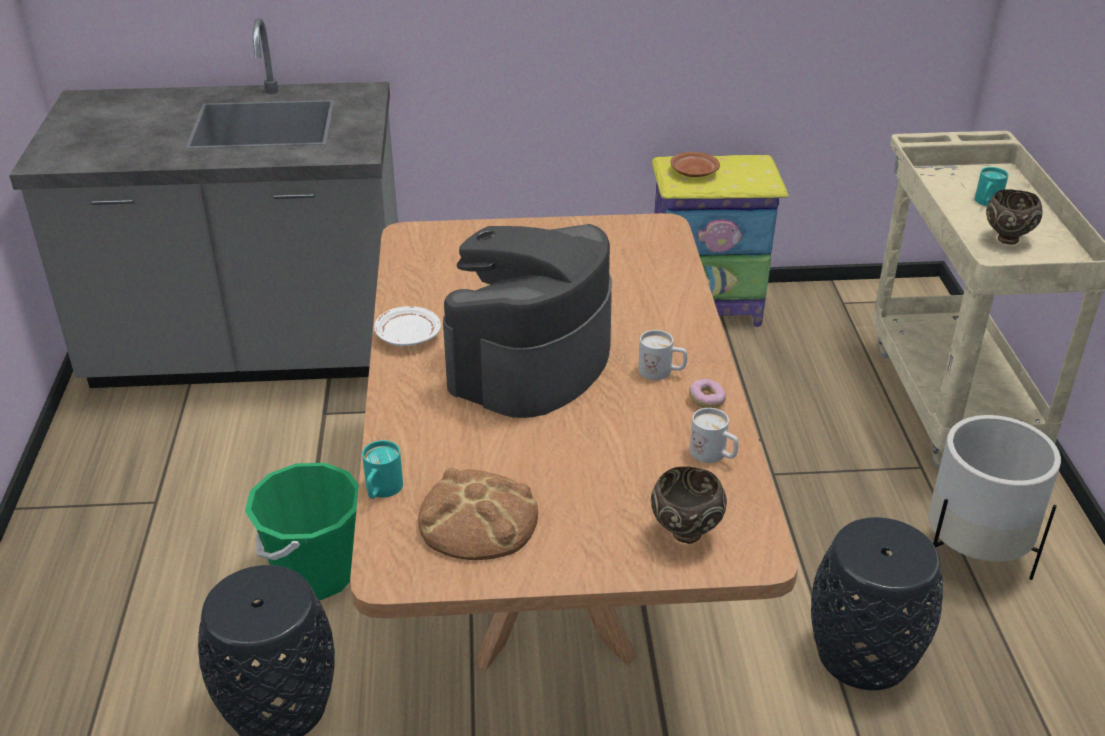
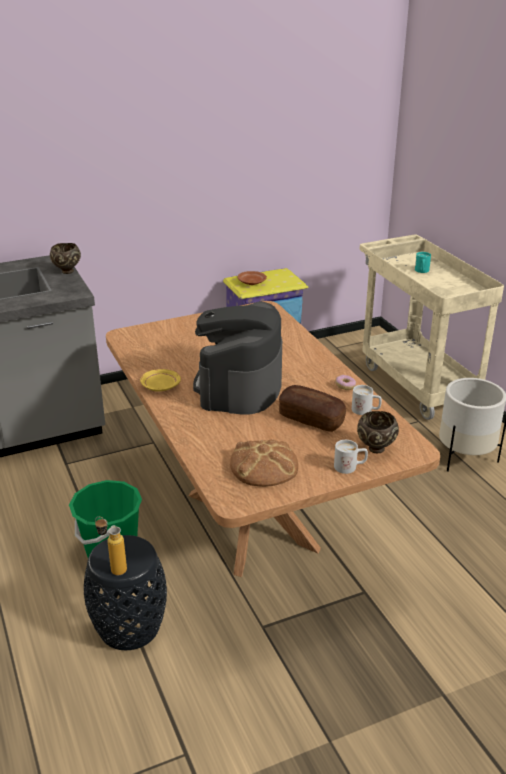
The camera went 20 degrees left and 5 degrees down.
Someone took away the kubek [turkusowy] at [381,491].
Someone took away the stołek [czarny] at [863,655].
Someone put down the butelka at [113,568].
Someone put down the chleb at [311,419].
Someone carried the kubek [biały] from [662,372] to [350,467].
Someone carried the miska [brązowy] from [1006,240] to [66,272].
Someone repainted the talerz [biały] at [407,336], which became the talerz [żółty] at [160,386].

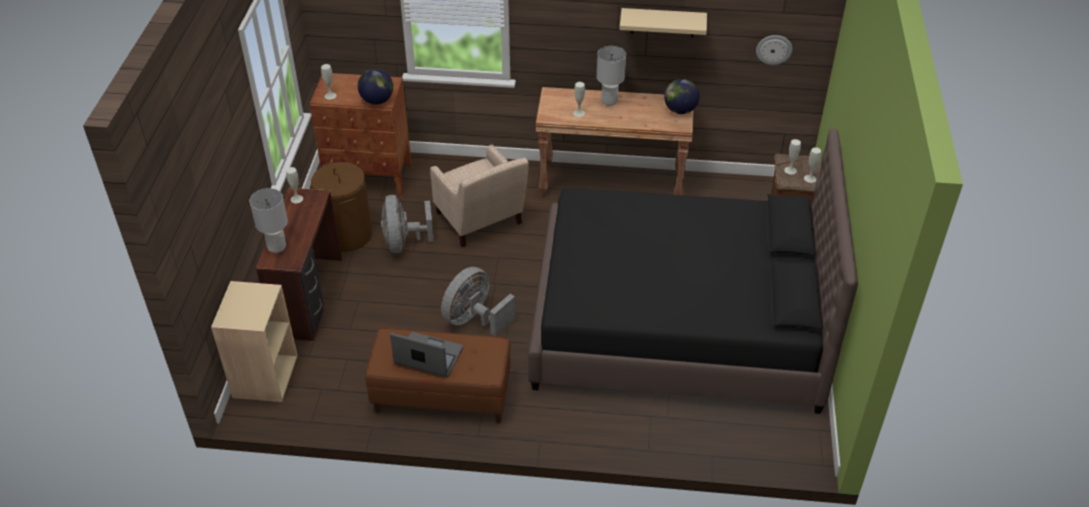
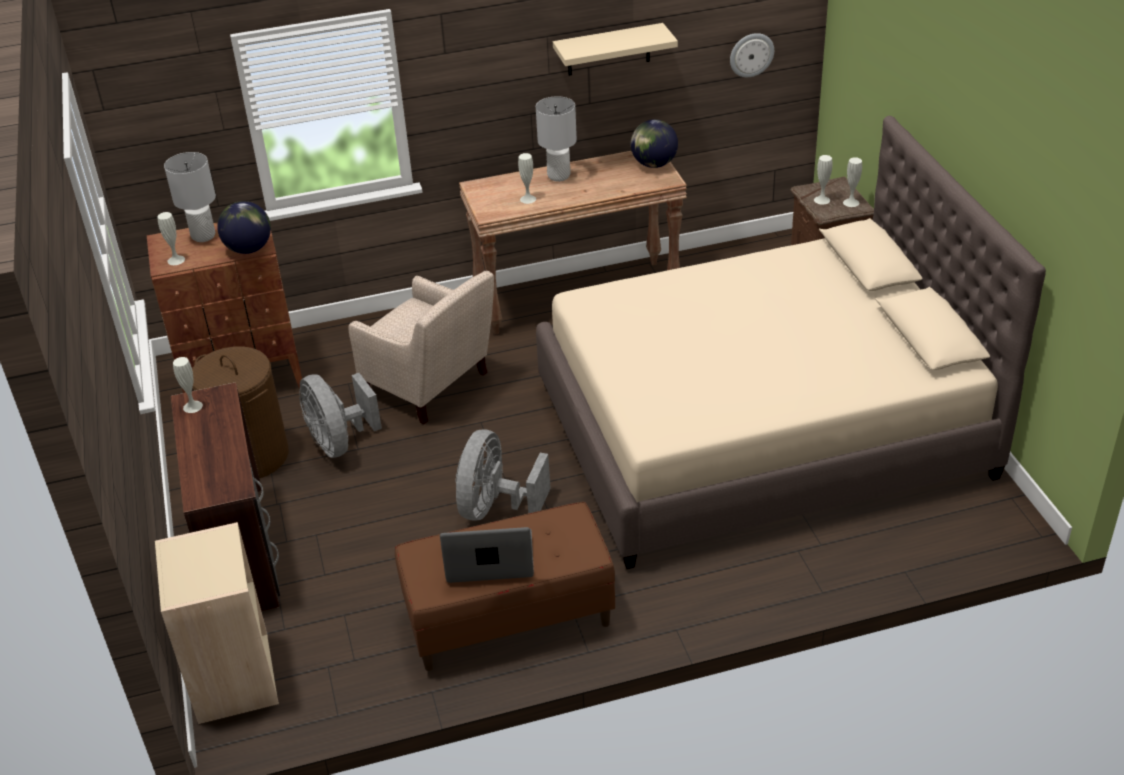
The camera went 20 degrees left and 5 degrees down.
Someone carried the lampa stołowa [szary] from [277,248] to [203,237].
Someone repainted the łóżko [czarny] at [677,323], which became the łóżko [beżowy] at [761,429].

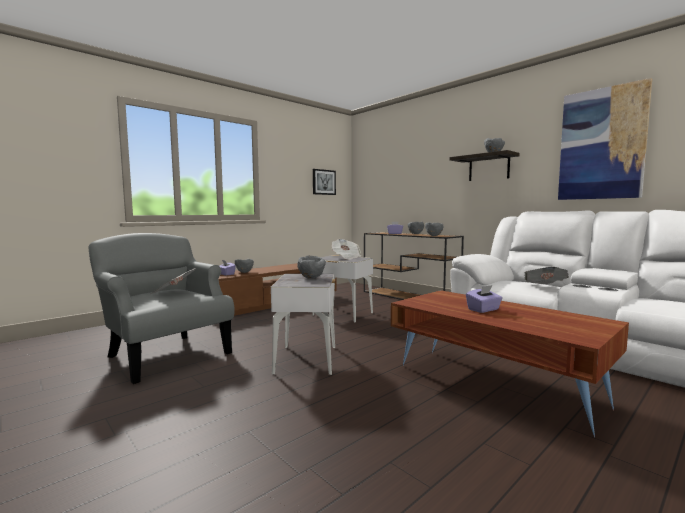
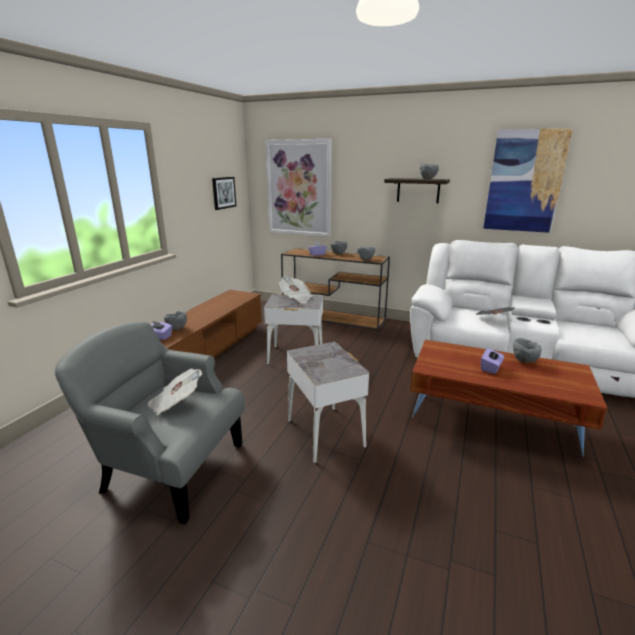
The camera went 25 degrees left and 15 degrees up.
Someone put up the obraz at [299,188].
Someone carried the miska [szary] from [311,278] to [524,361].

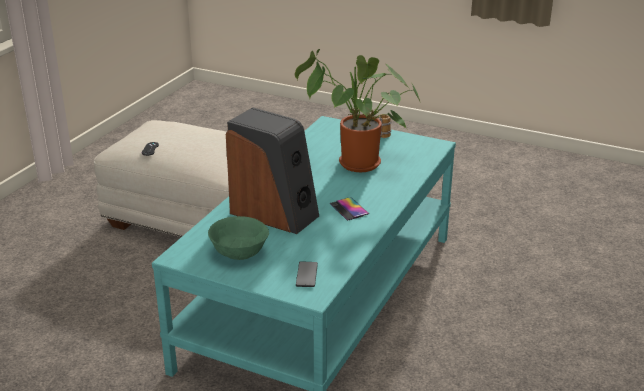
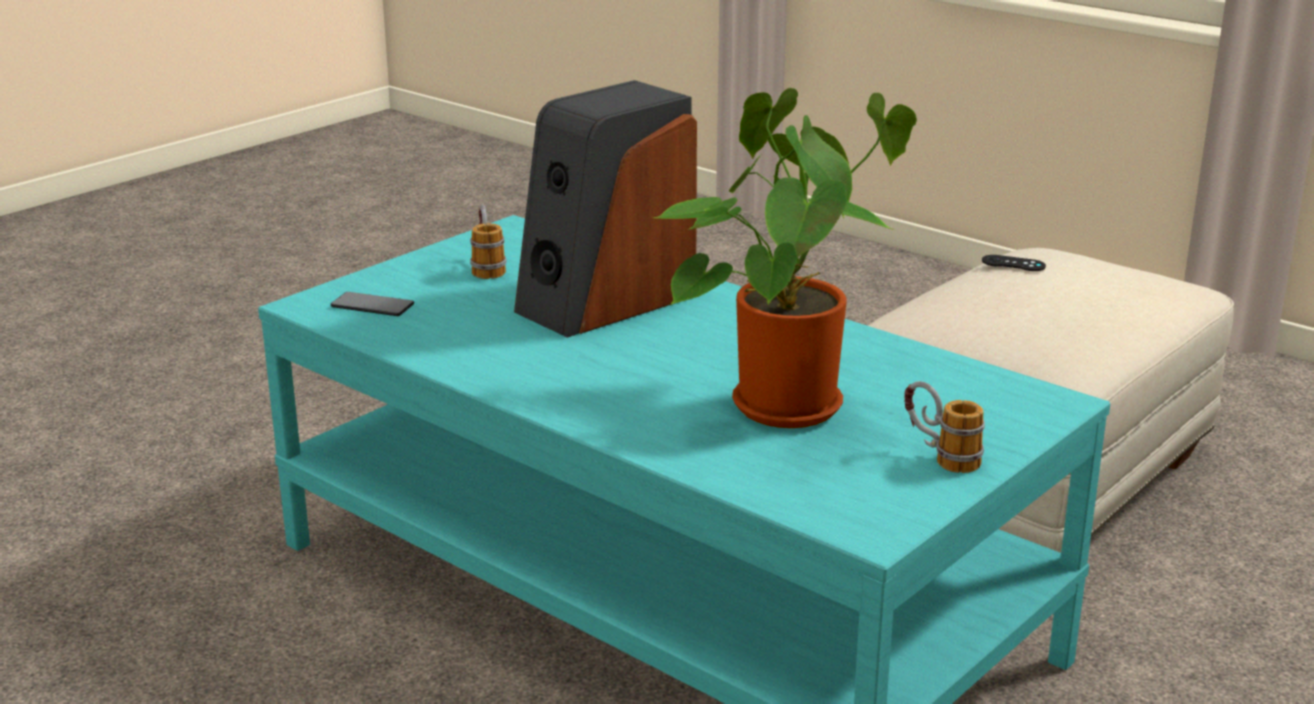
The camera went 105 degrees right and 5 degrees down.
Someone took away the telefon at [349,209].
Someone swapped the miska [zielony] at [240,253] for the kubek at [487,267].

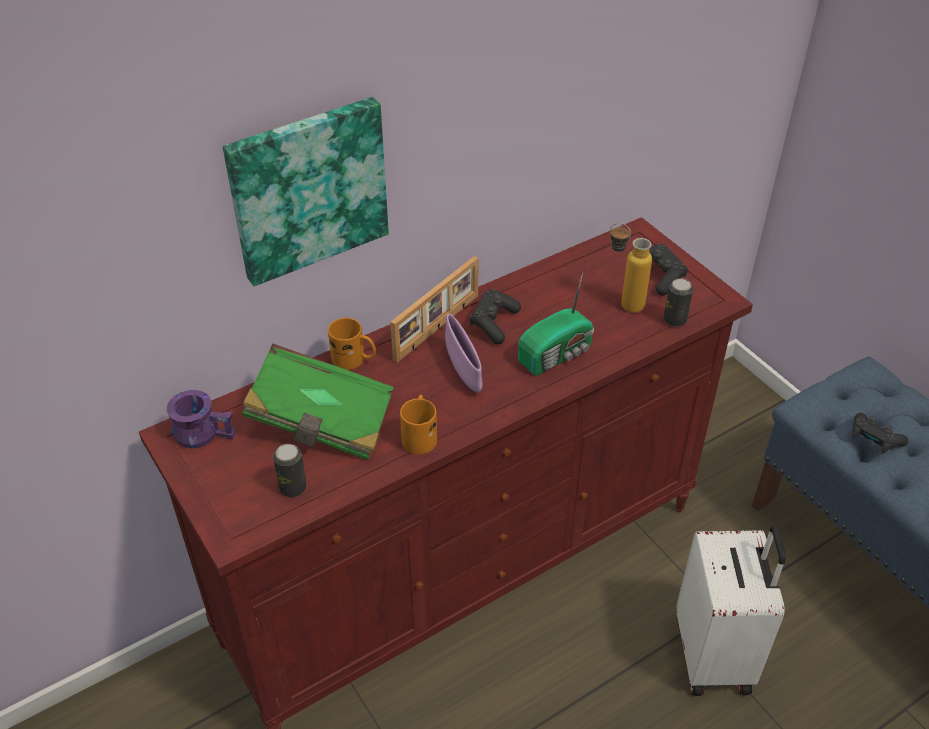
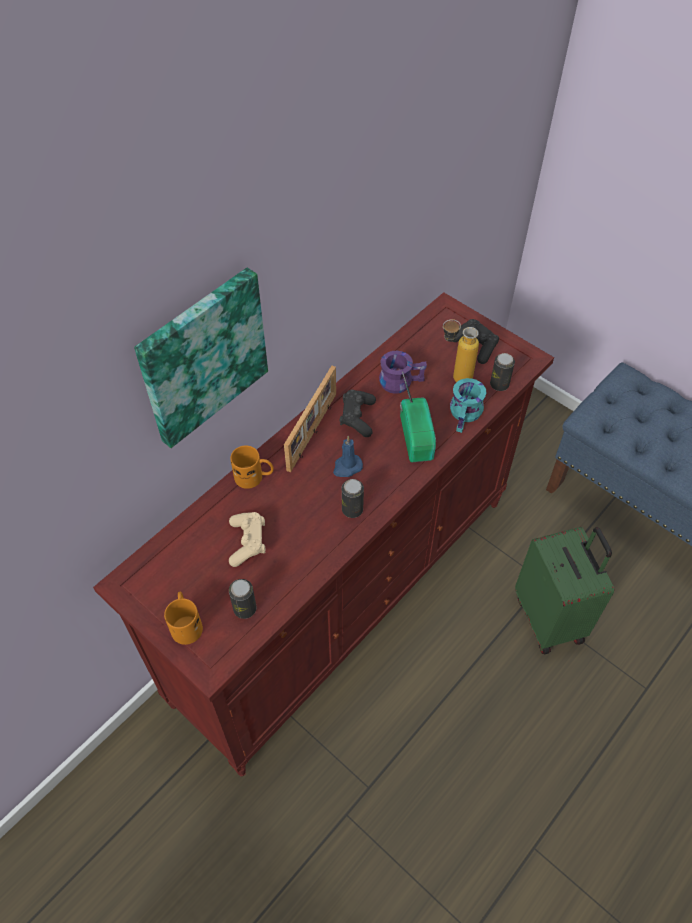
The camera went 15 degrees left and 10 degrees up.
Someone took away the pad do gier [czarny] at [873,440].
Someone put down the puszka at [352,509].
Someone put down the kubek [turkusowy] at [467,414].
Someone carried the kubek [fioletowy] from [204,431] to [400,379].
Someone carried the kubek [pomarańczowy] from [419,435] to [185,623].
Someone swapped the książka [zielony] at [322,422] for the pad do gier [beżowy] at [248,542].
Someone swapped the miska [fioletowy] at [463,370] for the świeca [niebieski] at [347,467].
Someone repainted the walizka [biały] at [715,655], which became the walizka [zielony] at [550,618].
Someone rotated the radio at [557,354] by 45 degrees counterclockwise.

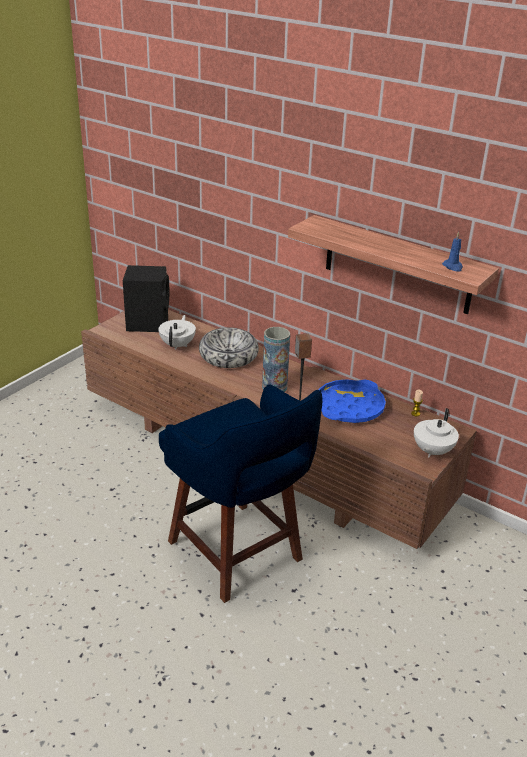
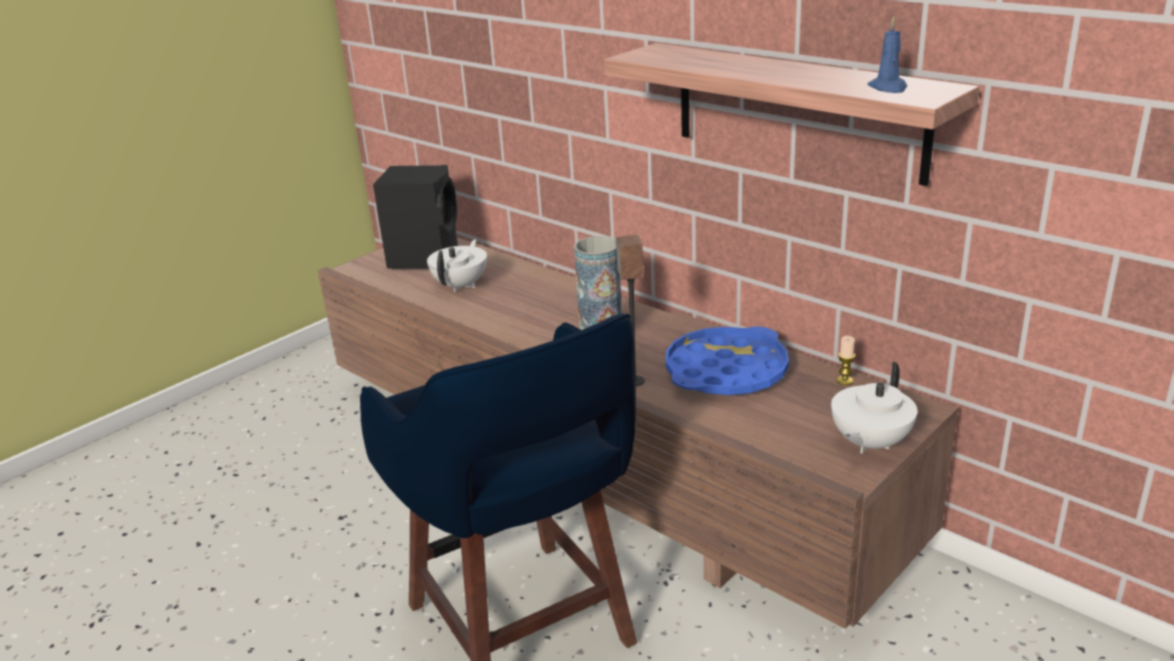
The camera went 10 degrees right and 5 degrees down.
Someone took away the miska at [228,356].

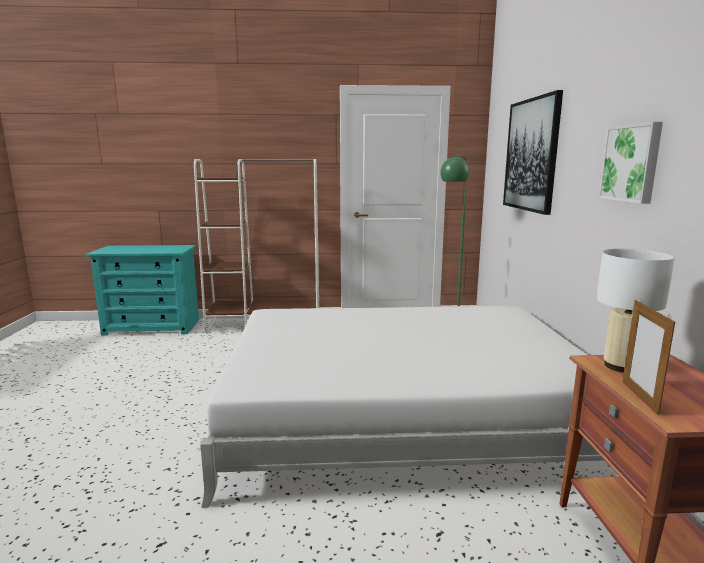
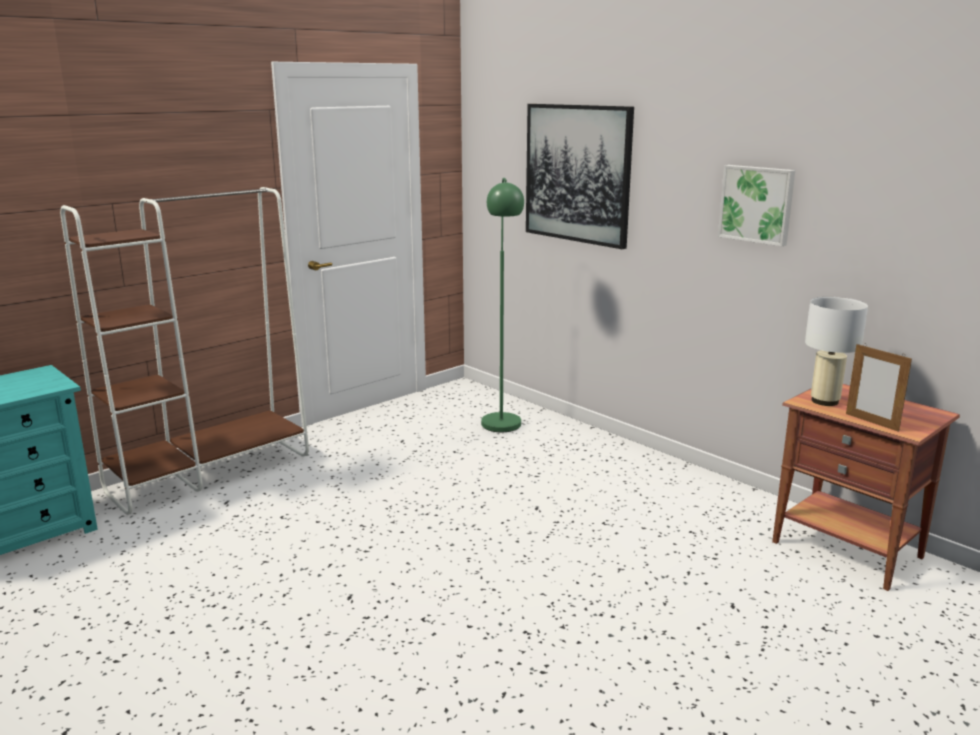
The camera went 40 degrees left and 5 degrees up.
Someone took away the łóżko [biały] at [400,415].

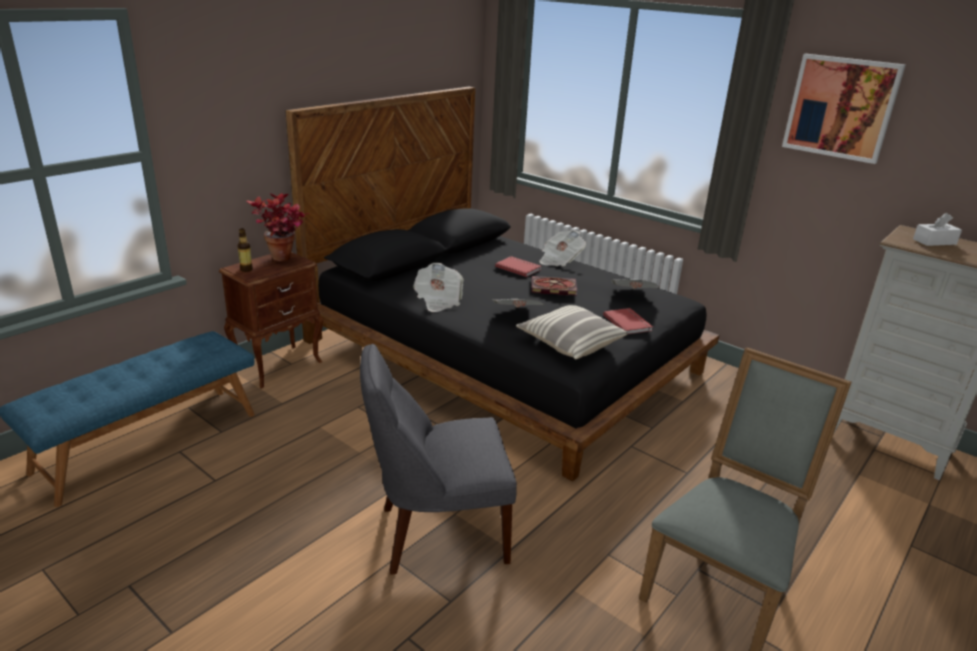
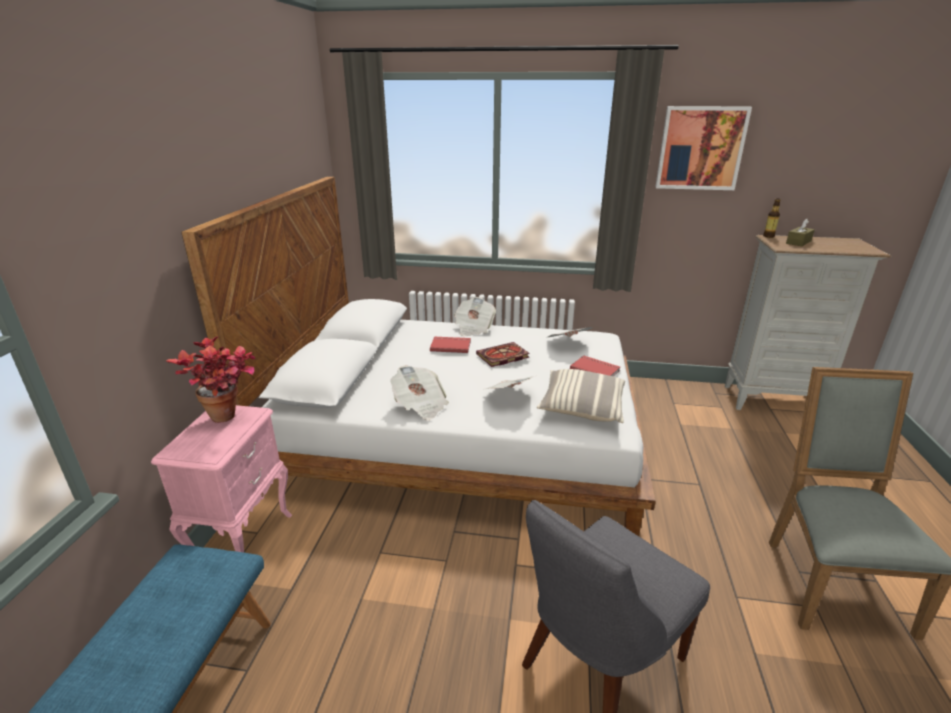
The camera went 30 degrees left and 0 degrees up.
Someone carried the butelka from [246,269] to [768,236].
Someone repainted the szafka nocna [brązowy] at [278,366], which became the szafka nocna [różowy] at [245,542].
Someone repainted the łóżko [czarny] at [505,356], which became the łóżko [biały] at [462,433].
Someone repainted the pudełko chusteczek [biały] at [934,242], which became the pudełko chusteczek [brązowy] at [798,242].

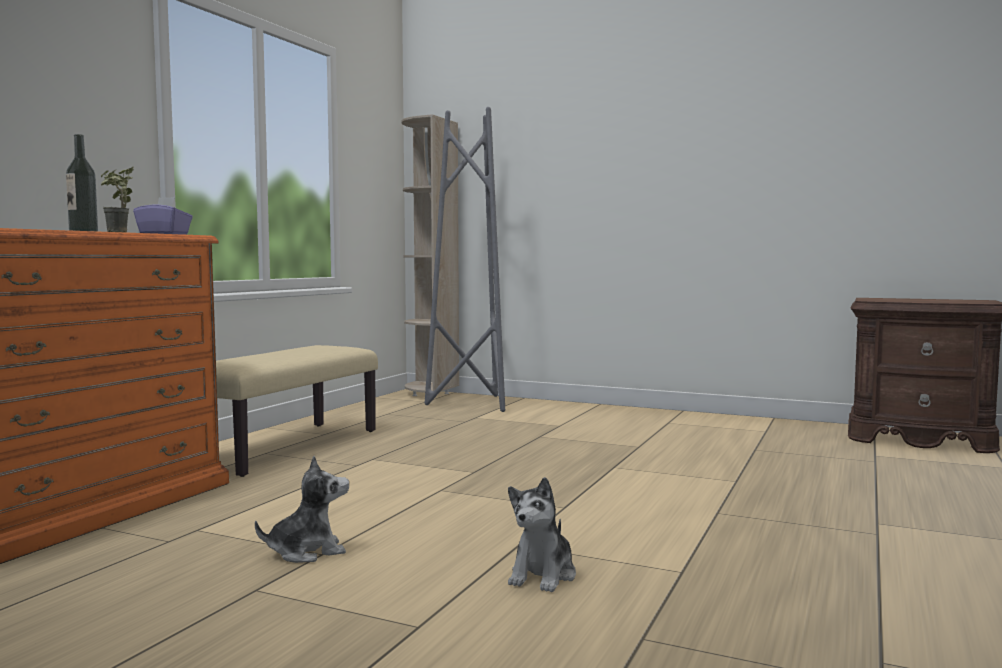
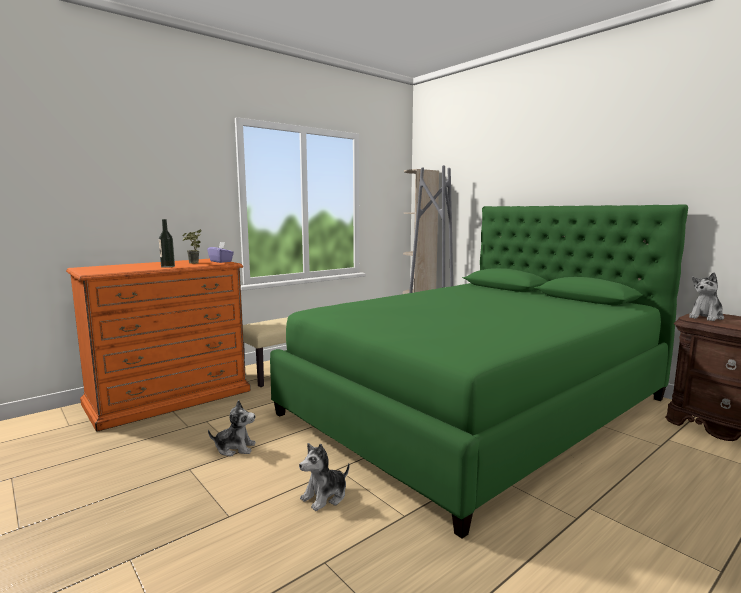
The camera went 25 degrees right and 5 degrees up.
Someone put down the łóżko [zielony] at [477,406].
Someone put down the pluszak at [706,317].

